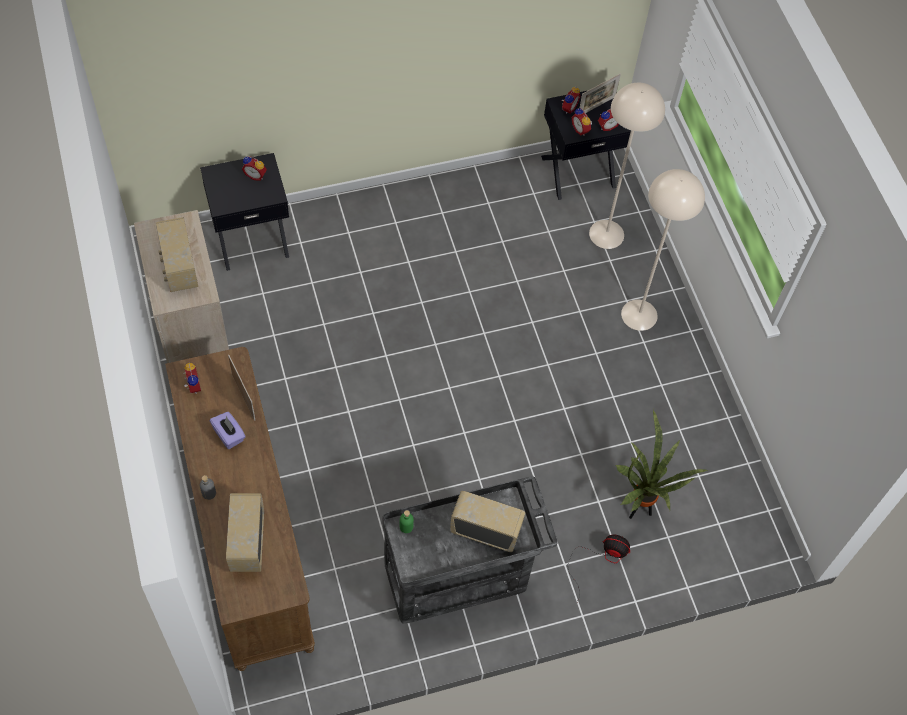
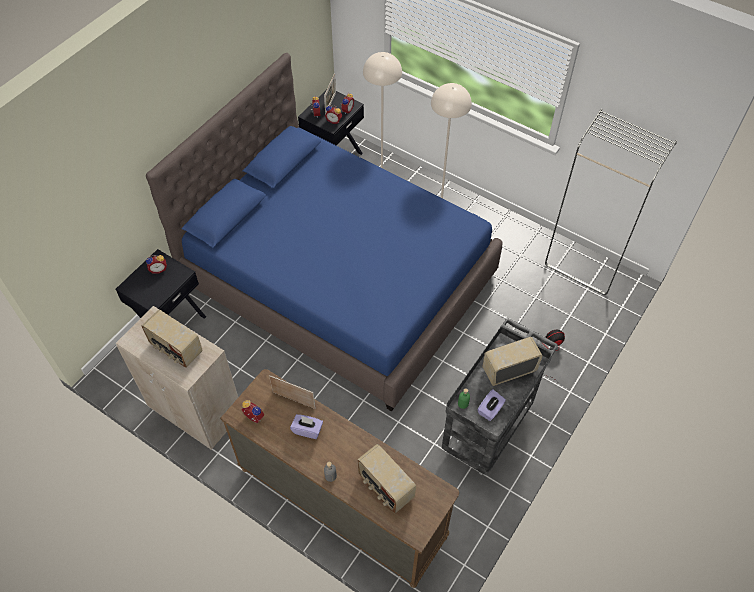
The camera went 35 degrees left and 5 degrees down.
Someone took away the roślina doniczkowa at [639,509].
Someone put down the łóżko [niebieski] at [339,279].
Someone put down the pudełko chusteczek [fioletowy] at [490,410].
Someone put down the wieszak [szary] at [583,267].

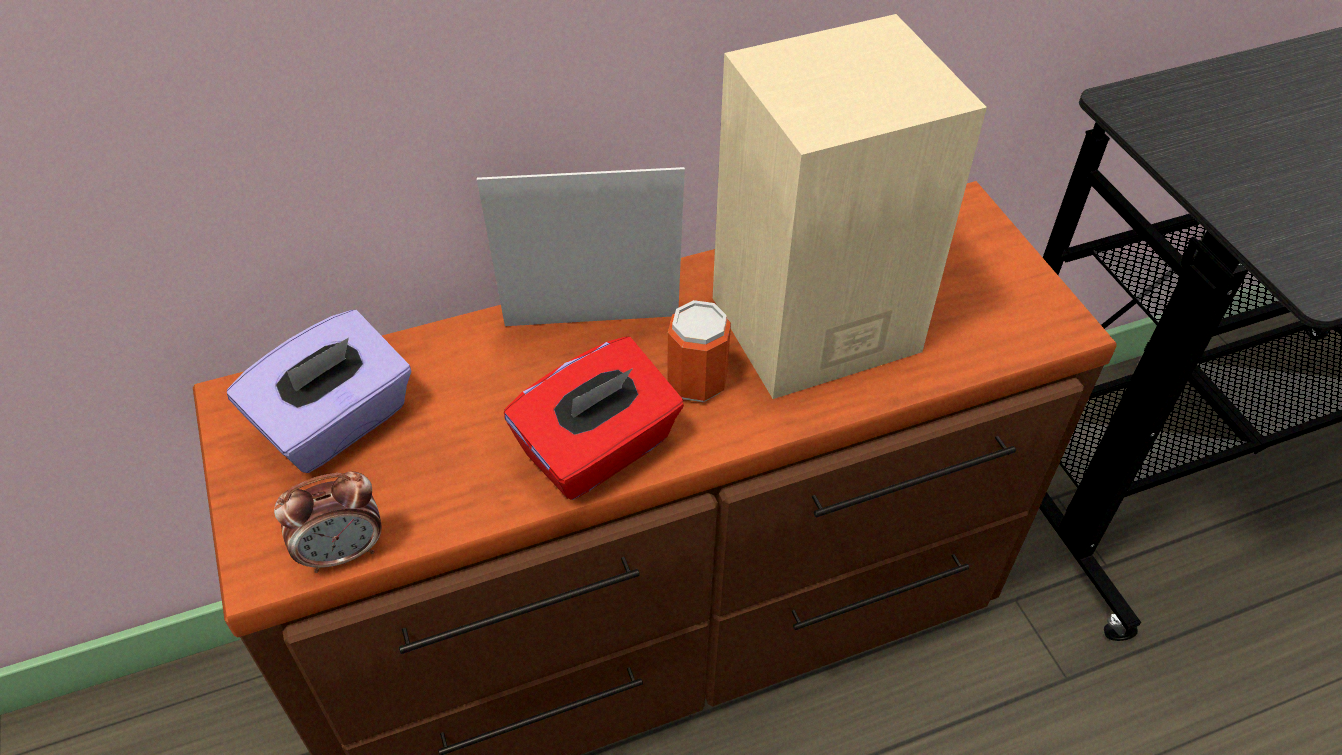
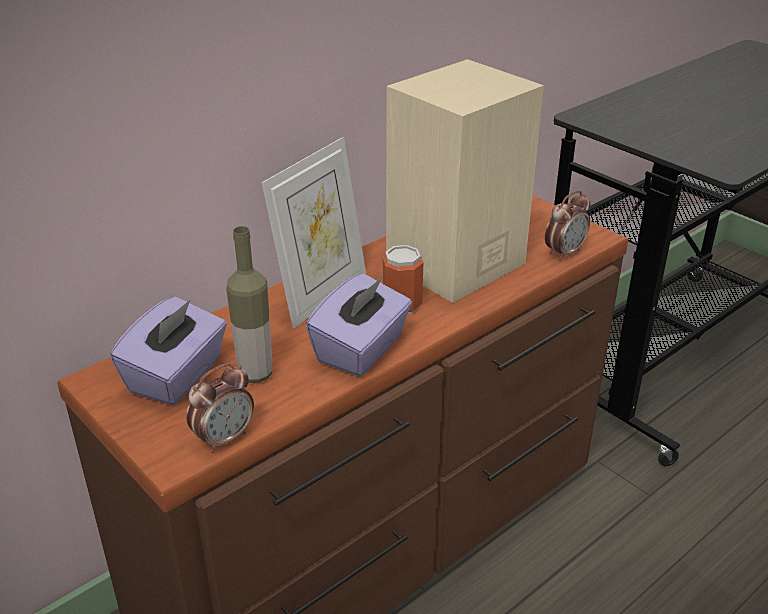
The camera went 20 degrees left and 15 degrees down.
Someone put down the butelka at [255,374].
Someone put down the budzik at [564,253].
Someone repainted the pudełko chusteczek [czerwony] at [599,450], which became the pudełko chusteczek [fioletowy] at [361,349].
Someone rotated the ramka na zdjęcie at [592,333] by 150 degrees clockwise.

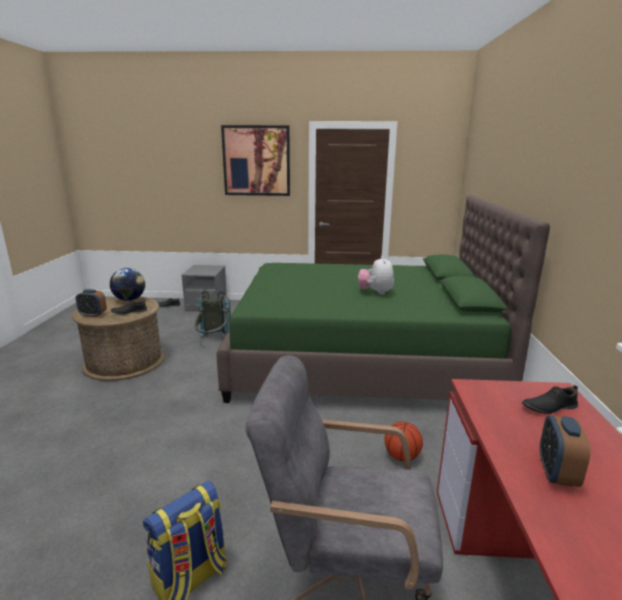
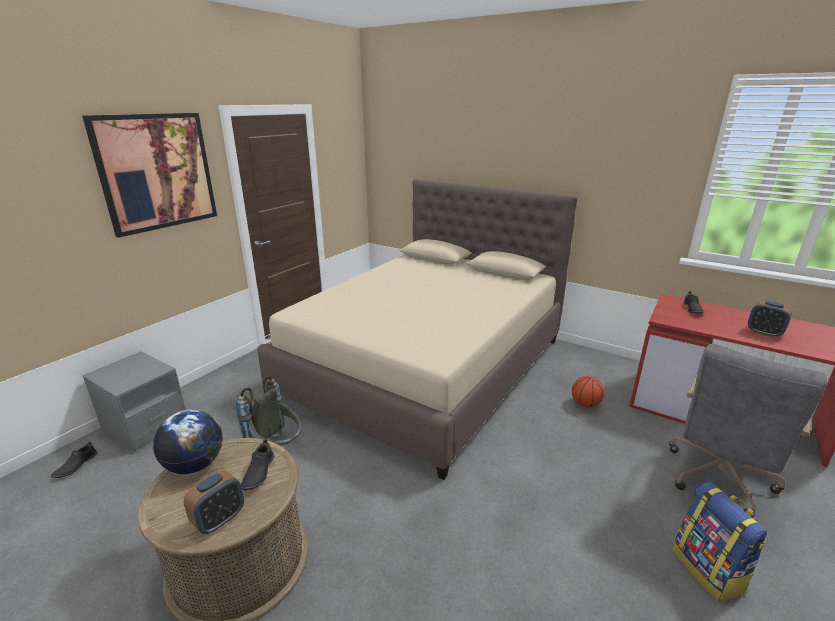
The camera went 60 degrees left and 5 degrees up.
Someone took away the pluszak at [375,292].
Someone repainted the łóżko [zielony] at [360,359], which became the łóżko [beżowy] at [426,366].

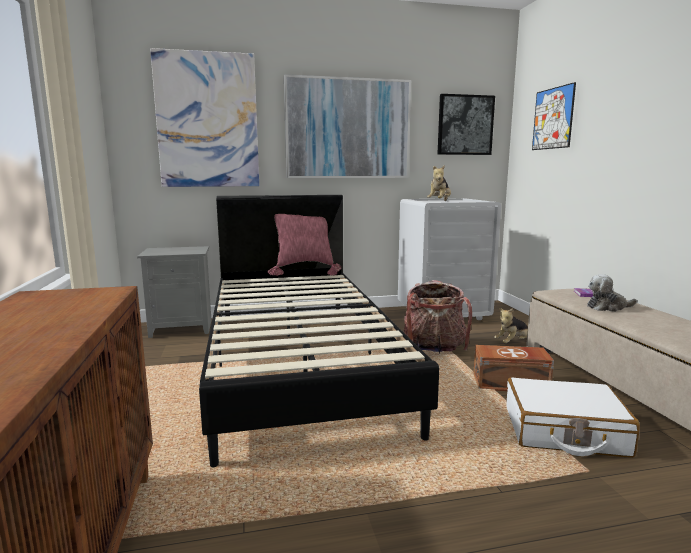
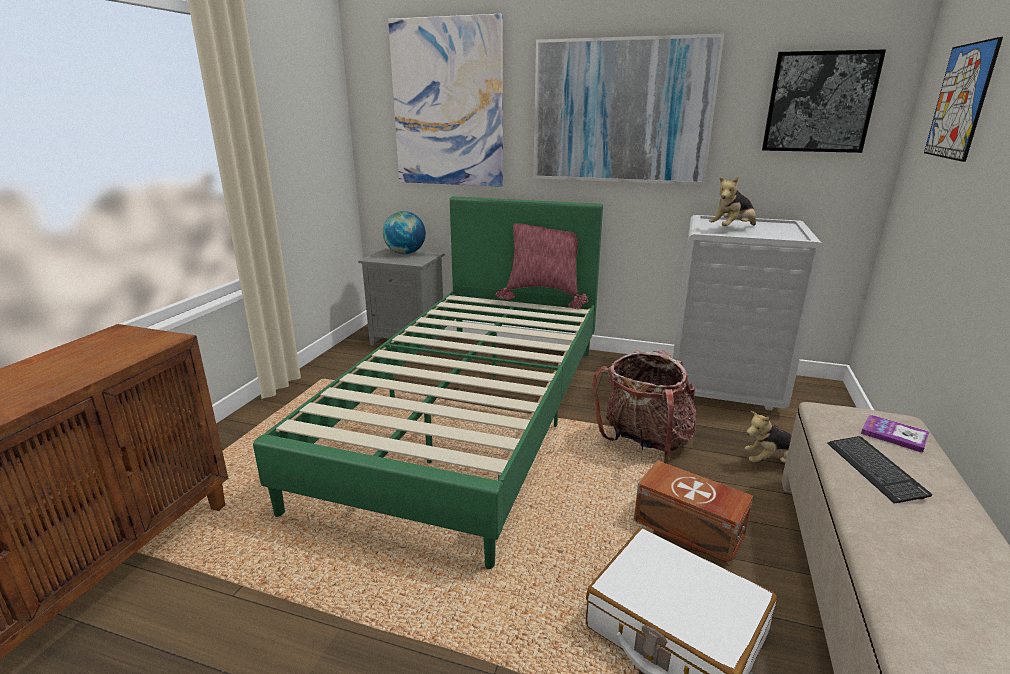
The camera went 30 degrees right and 10 degrees up.
Someone put down the globus at [405,253].
Someone swapped the pluszak at [608,307] for the klawiatura at [875,470].
Someone repainted the łóżko [czarny] at [298,362], which became the łóżko [zielony] at [471,414].

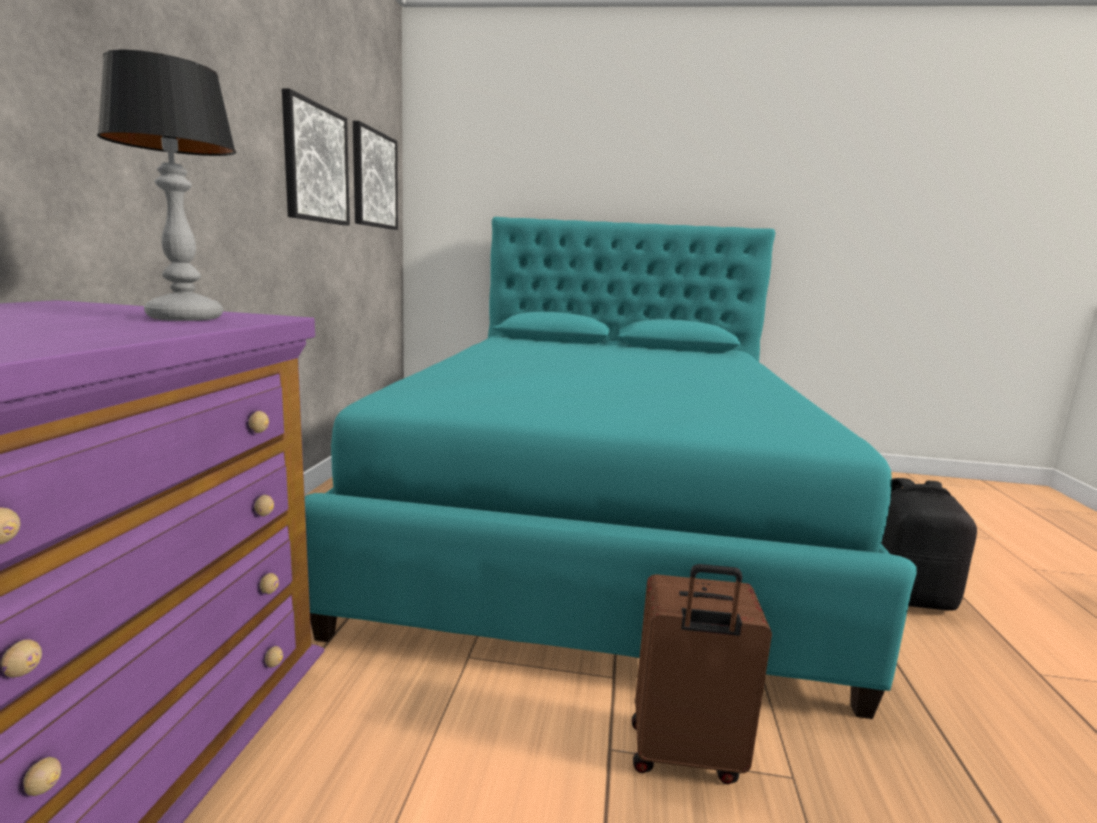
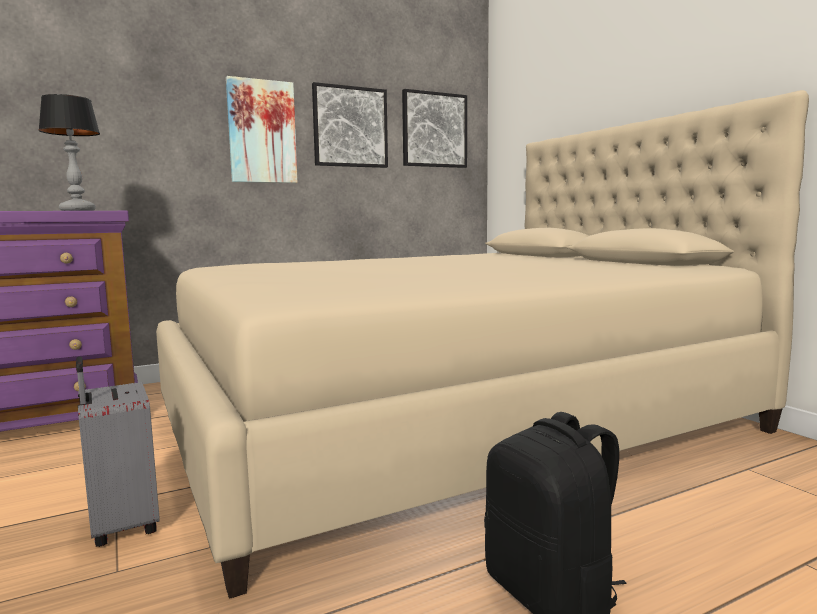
The camera went 55 degrees right and 5 degrees down.
Someone put up the obraz at [262,132].
Someone repainted the łóżko [turkusowy] at [602,517], which became the łóżko [beżowy] at [453,421].
Someone repainted the walizka [brązowy] at [684,755], which became the walizka [szary] at [121,526].

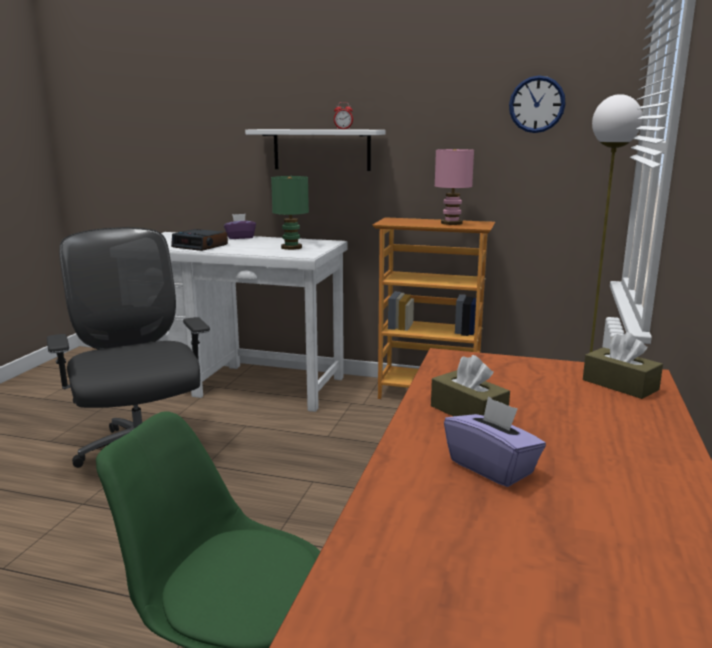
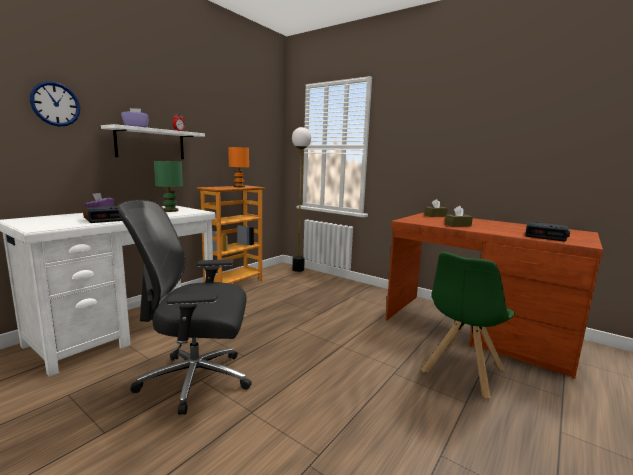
The camera went 70 degrees left and 5 degrees down.
Someone put down the budzik at [546,236].
Someone carried the pudełko chusteczek [fioletowy] from [492,467] to [136,127].
Someone carried the zegar ścienny from [536,104] to [55,104].
Someone repainted the lampa stołowa [różowy] at [452,223], which became the lampa stołowa [pomarańczowy] at [239,186].

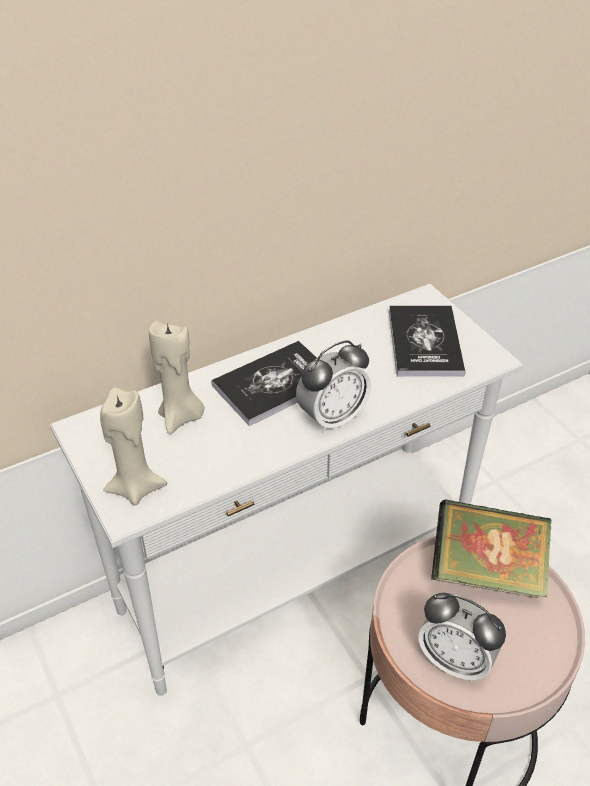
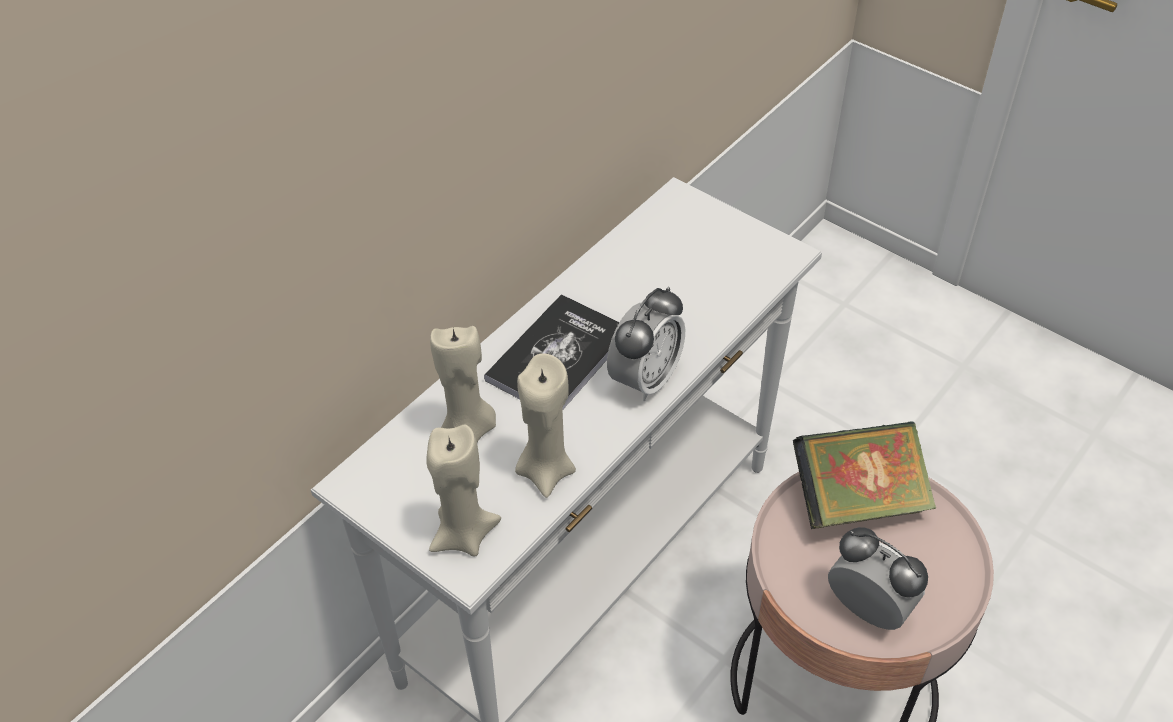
The camera went 20 degrees left and 5 degrees up.
Someone took away the książka at [425,342].
Someone put down the świeca [beżowy] at [545,470].
Someone rotated the budzik at [455,660] by 150 degrees counterclockwise.

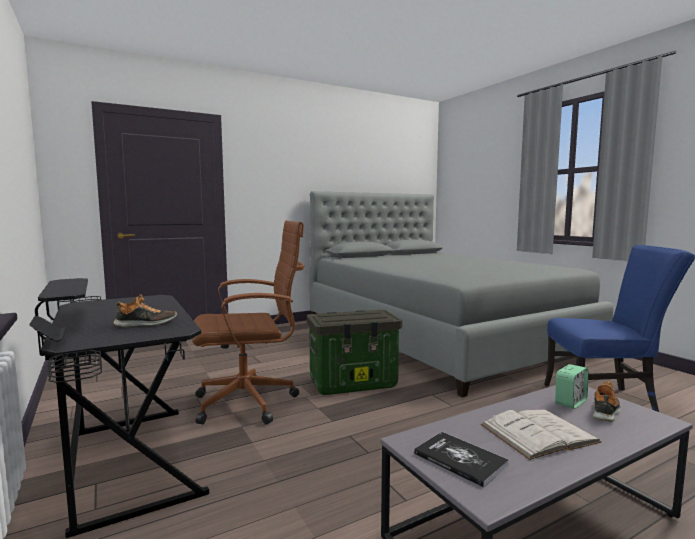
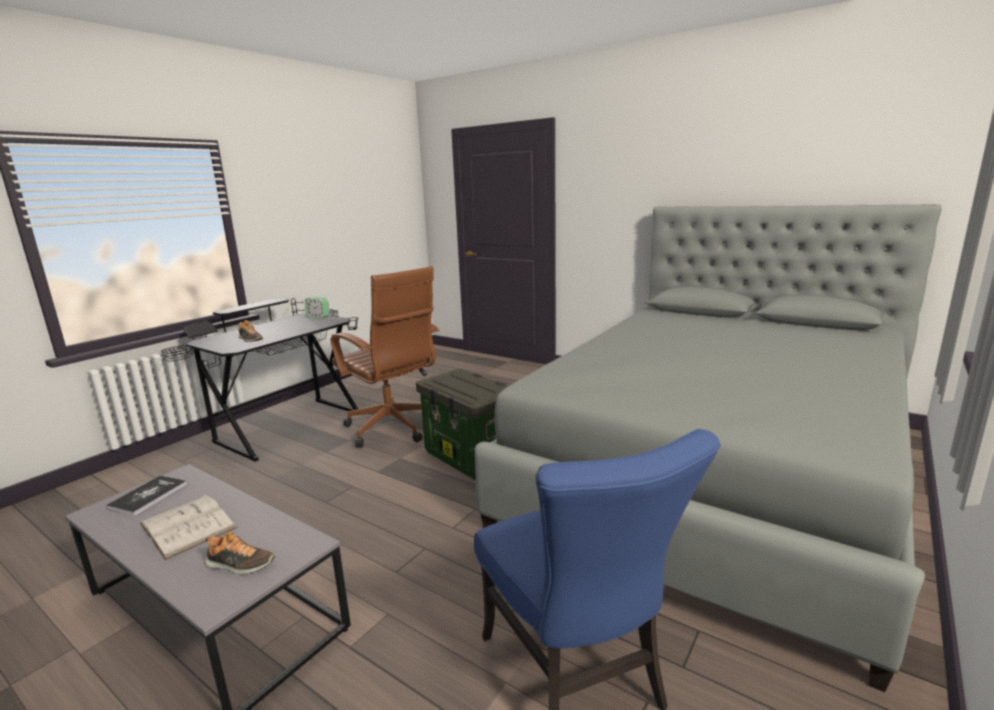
The camera went 65 degrees right and 10 degrees up.
Someone carried the budzik from [570,402] to [318,317].

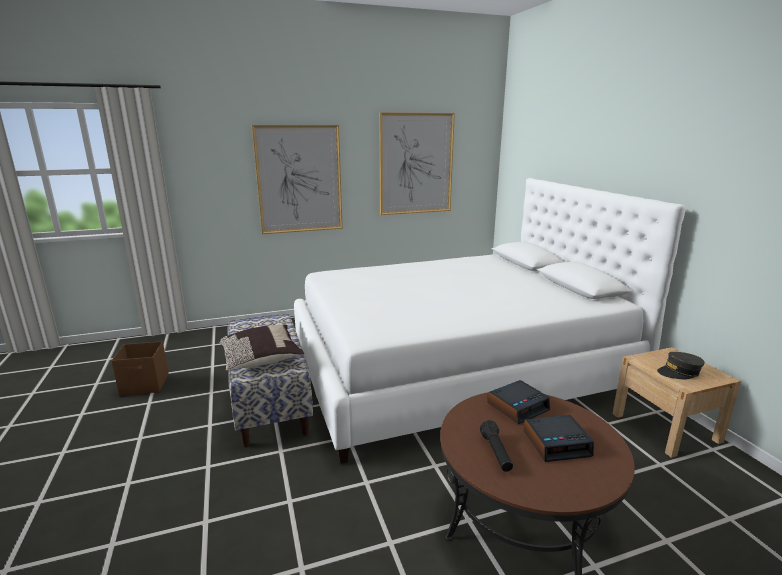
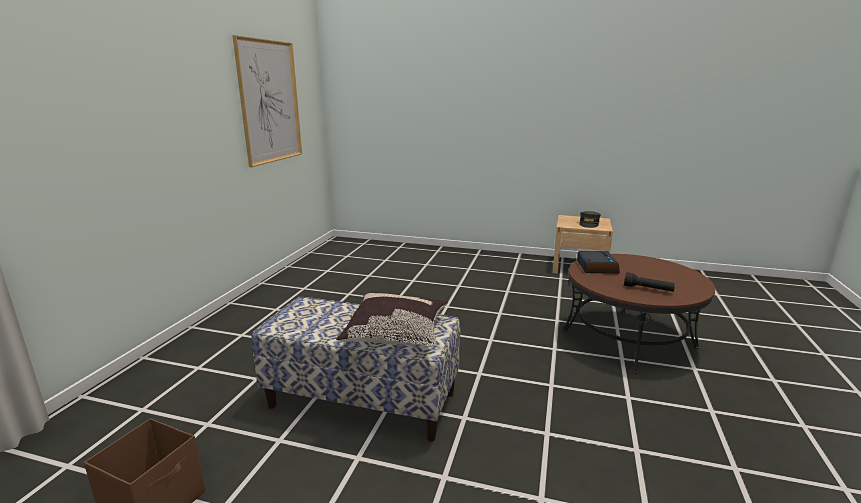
The camera went 55 degrees left and 0 degrees up.
Someone took away the obraz at [299,179].
Someone took away the łóżko [biały] at [456,368].
Someone took away the budzik at [557,443].

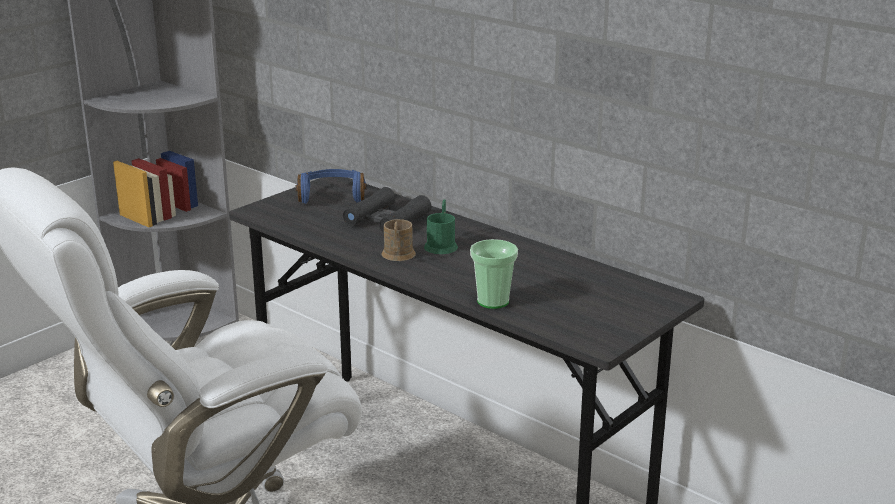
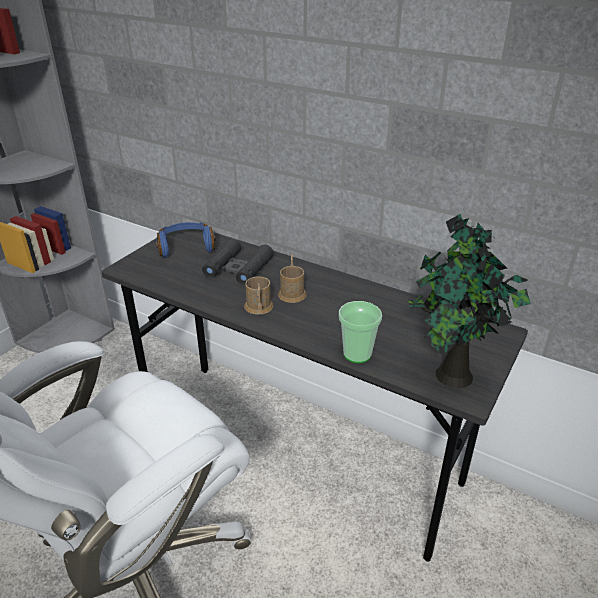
The camera went 10 degrees left and 10 degrees up.
Someone put down the roślina doniczkowa at [451,377].
Someone repainted the kubek [zielony] at [441,244], which became the kubek [brązowy] at [292,291].

